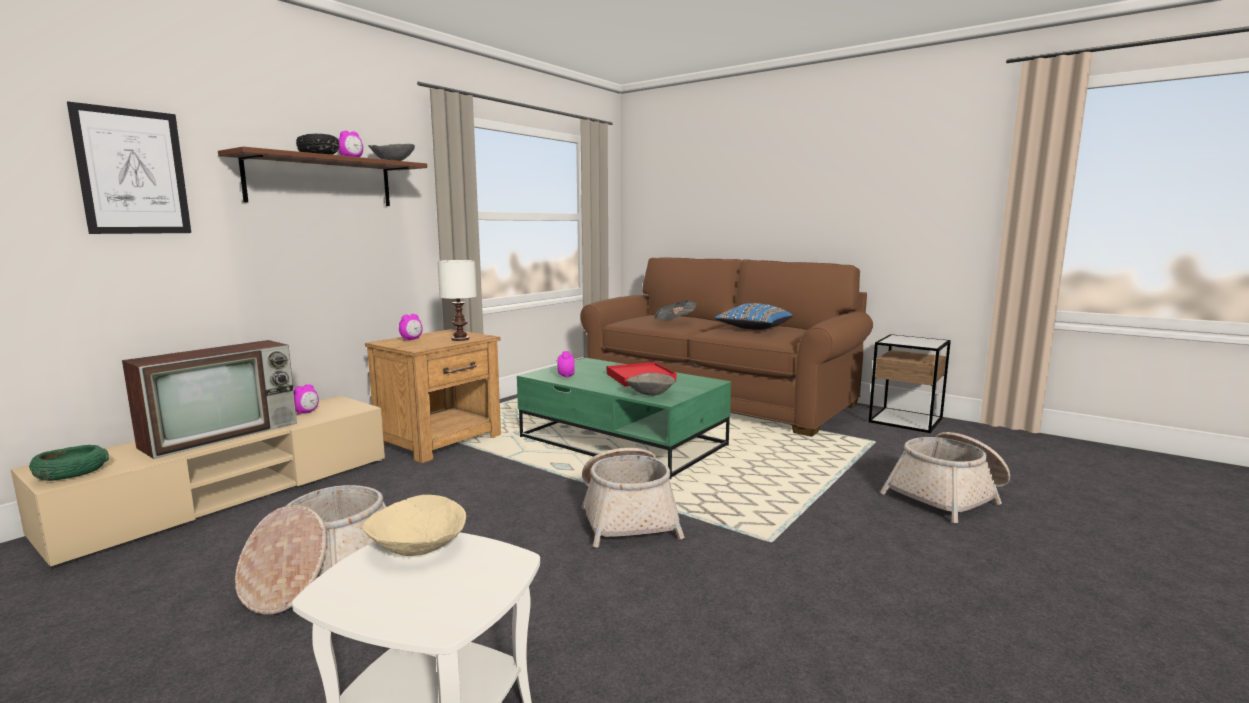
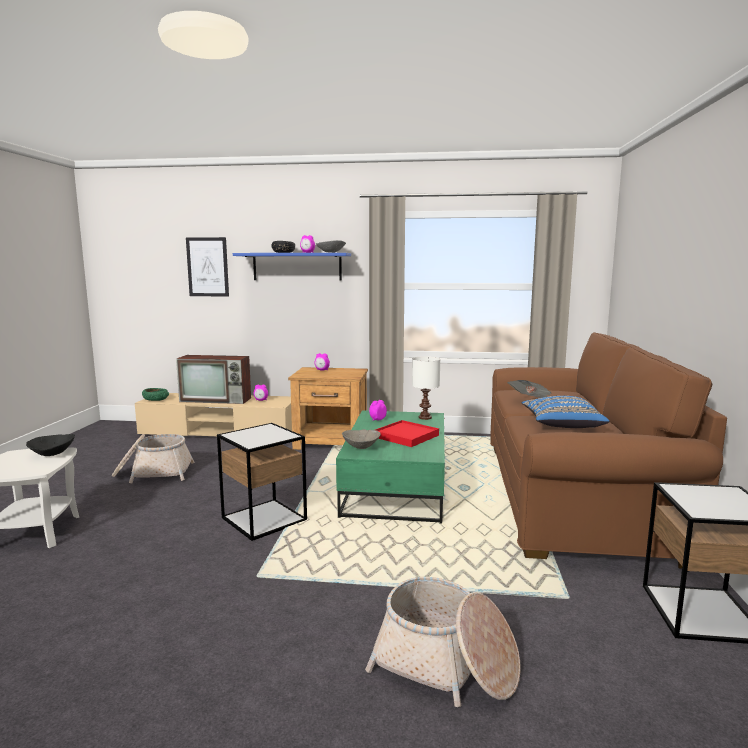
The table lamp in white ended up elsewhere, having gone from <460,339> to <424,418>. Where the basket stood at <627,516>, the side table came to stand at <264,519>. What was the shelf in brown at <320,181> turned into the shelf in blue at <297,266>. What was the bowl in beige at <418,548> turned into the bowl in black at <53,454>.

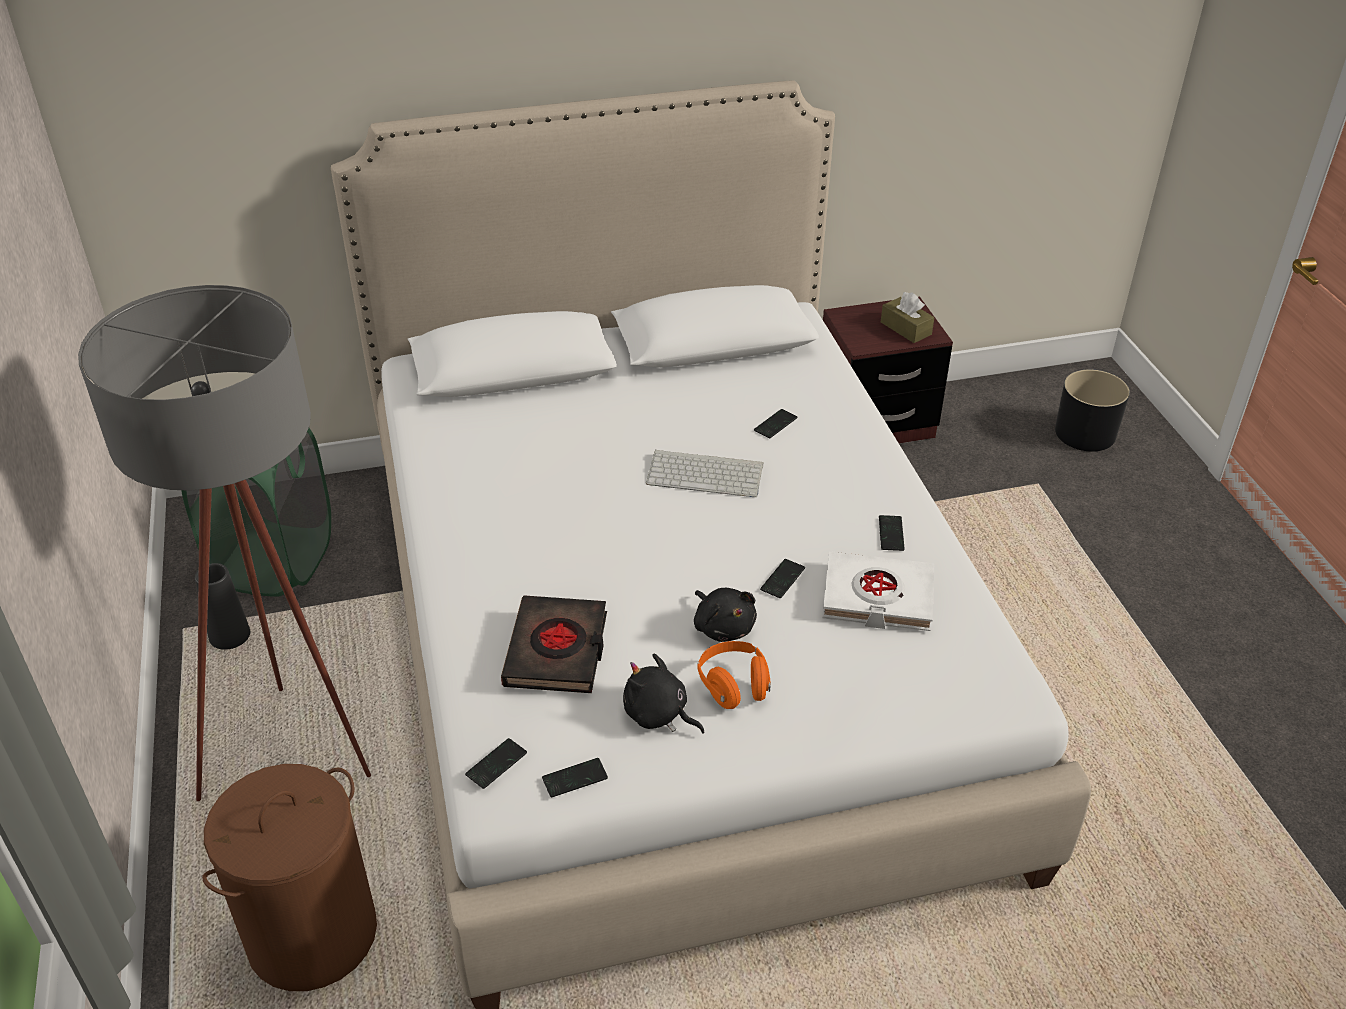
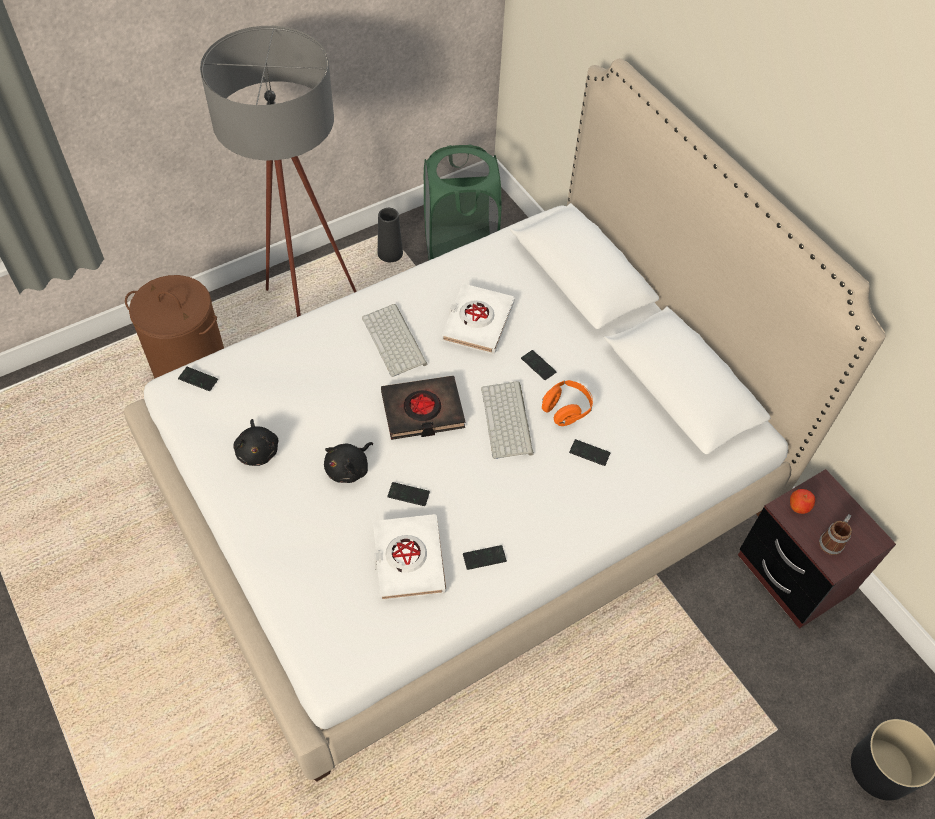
The second view gained the keyboard at <395,341>. The second view gained the book in white at <477,322>. The second view gained the apple at <799,506>. The book in black ended up elsewhere, having gone from <557,650> to <422,411>. The phone ended up elsewhere, having gone from <575,779> to <538,365>. The headphones in orange ended up elsewhere, having gone from <733,686> to <566,410>. Where the tissue box in brown stood at <905,328>, the mug came to stand at <832,540>. The plush toy in black at <658,714> ended up facing another way, 150 degrees clockwise from before.

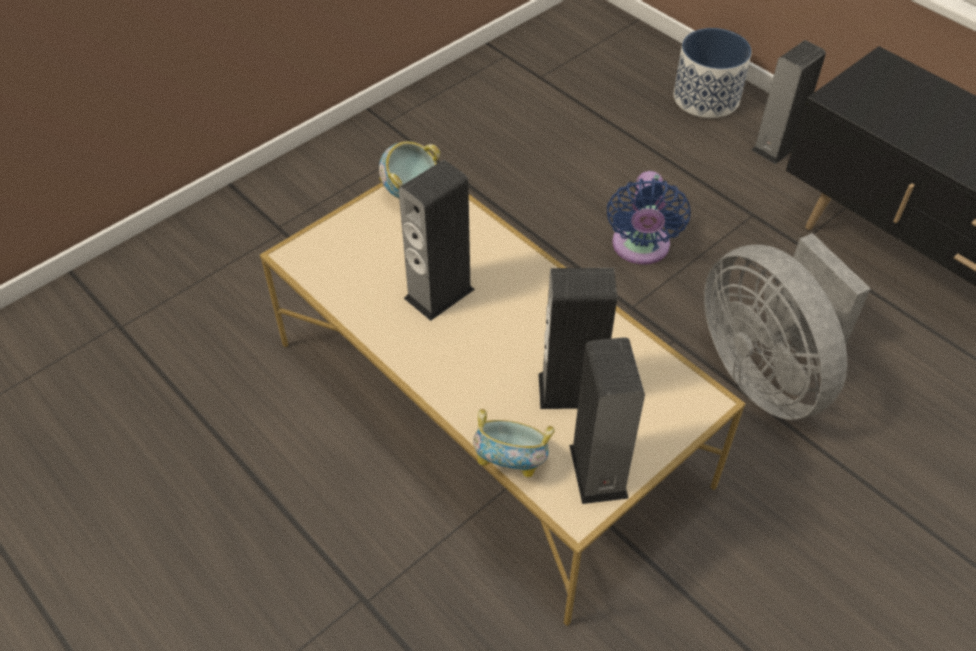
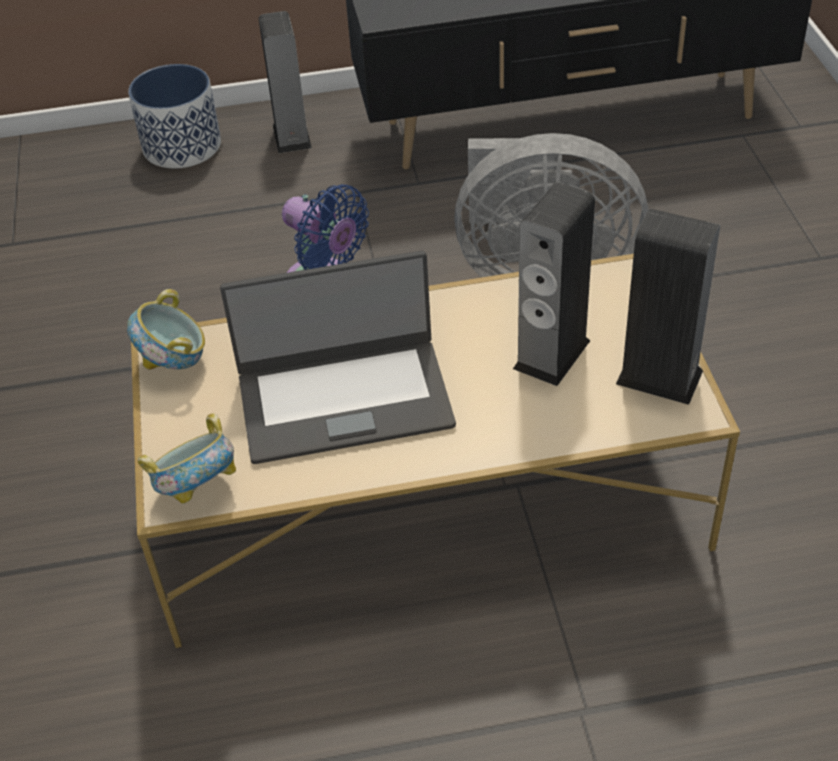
The bowl ended up elsewhere, having gone from <511,462> to <198,489>. Where the speaker stood at <439,293>, the laptop came to stand at <344,399>.

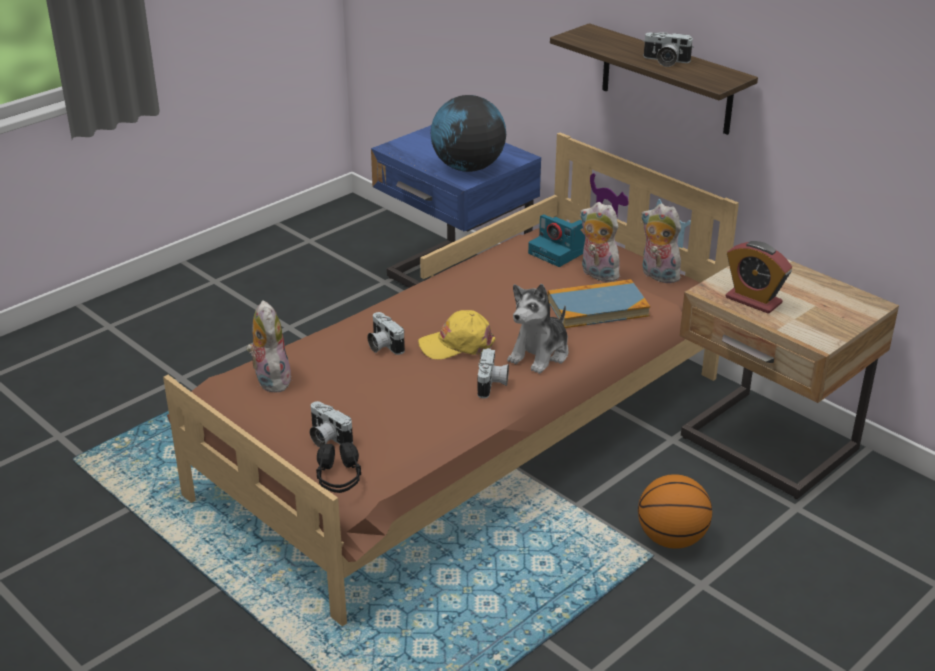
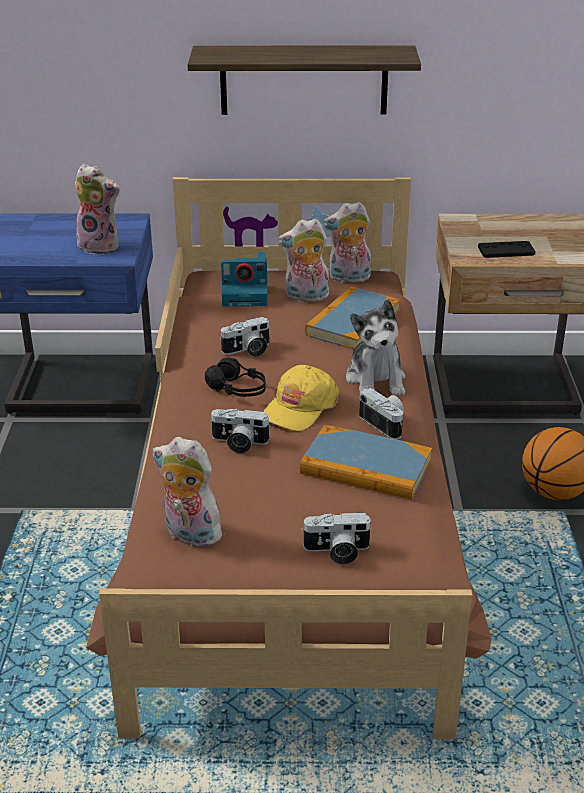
The second view gained the book at <366,467>. The headphones in black ended up elsewhere, having gone from <339,478> to <237,390>. The photo camera ended up elsewhere, having gone from <665,61> to <248,351>. Where the globe stood at <468,168>, the plush toy came to stand at <101,246>. Where the alarm clock stood at <753,300>, the game controller in black came to stand at <506,251>.

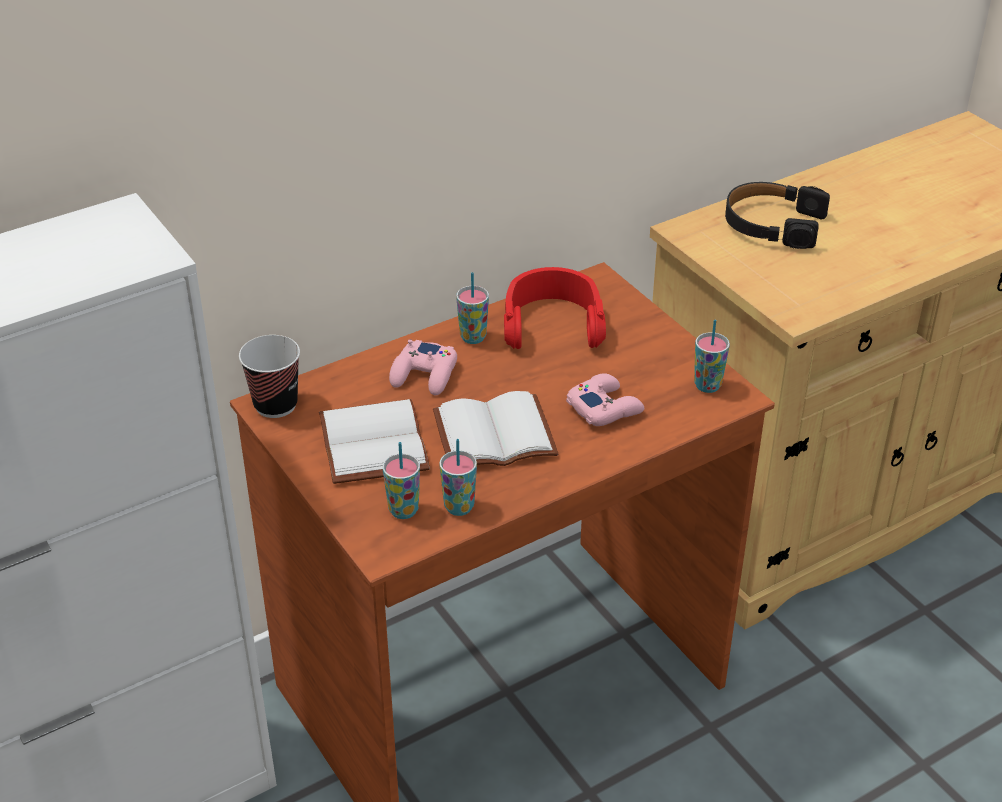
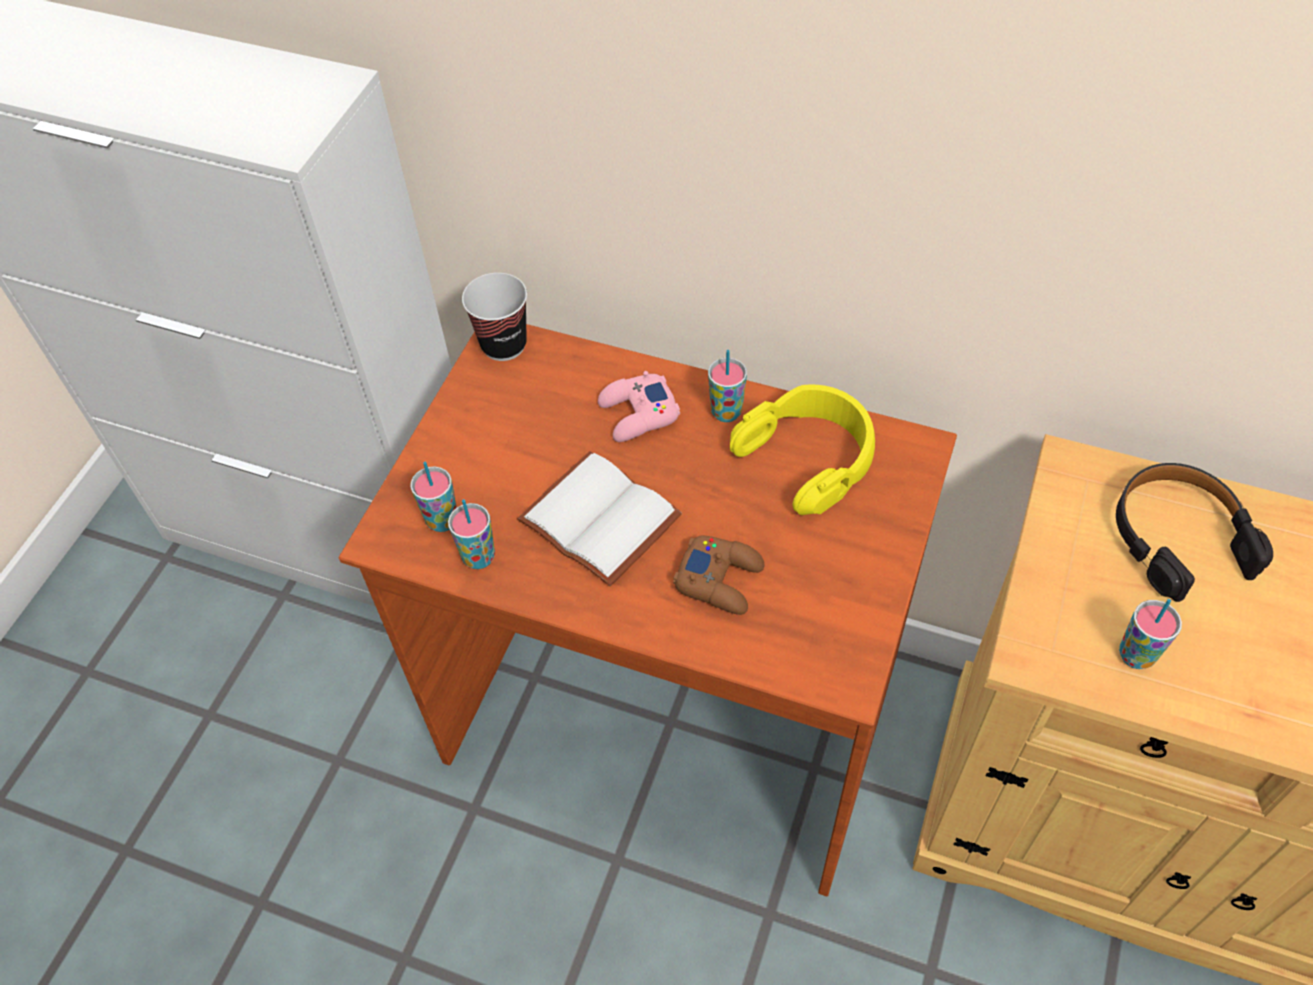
The second view lost the book in white at <369,443>. The cup ended up elsewhere, having gone from <707,386> to <1136,655>. What was the headphones in red at <552,324> turned into the headphones in yellow at <809,457>. What was the game controller in pink at <604,407> turned into the game controller in brown at <720,579>.

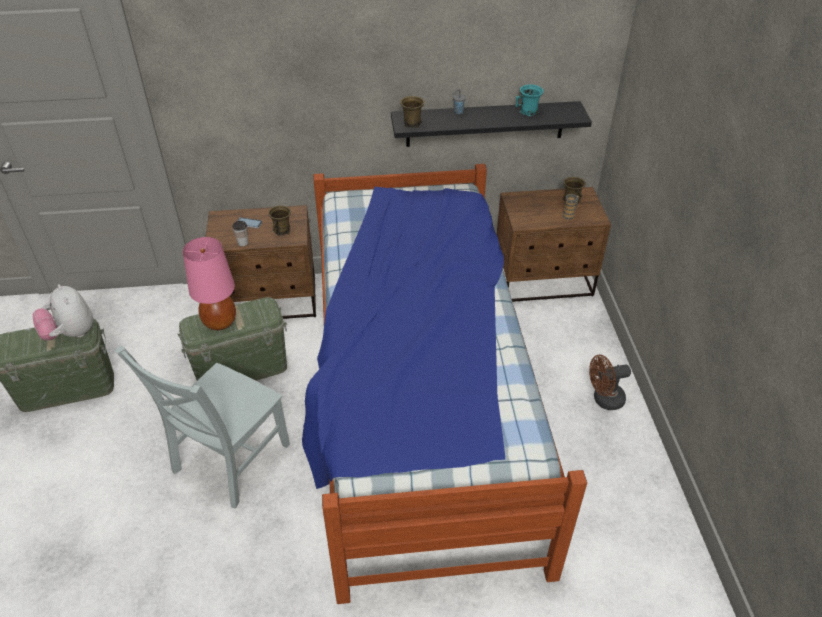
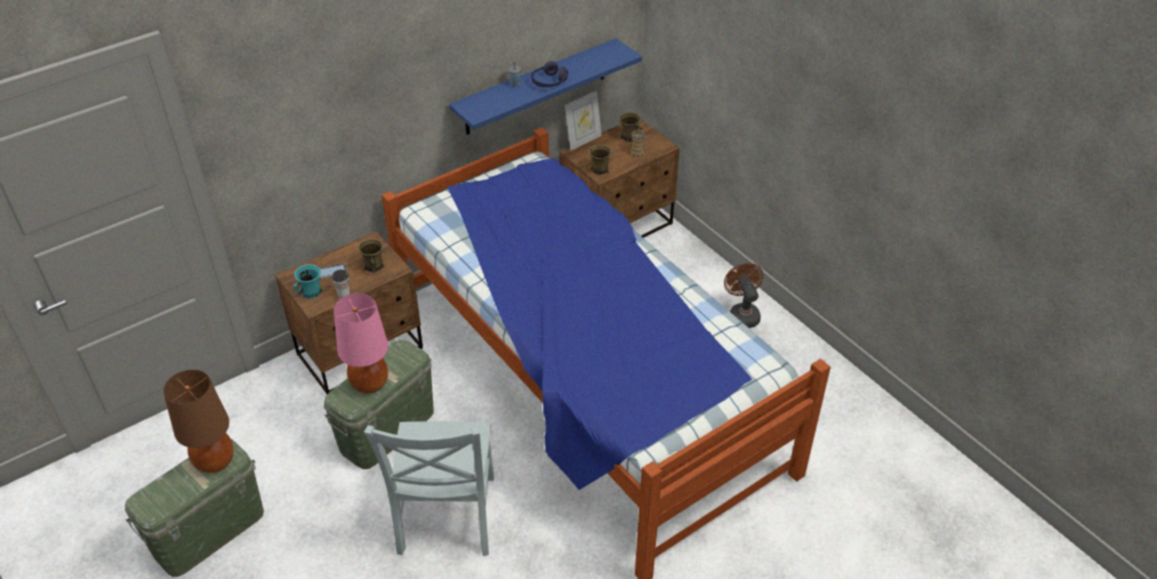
The second view gained the headphones in purple at <549,82>. The second view gained the picture frame at <583,141>. The mug in brown ended up elsewhere, having gone from <412,123> to <599,170>. The mug in turquoise ended up elsewhere, having gone from <529,112> to <311,292>. Where the plush toy stood at <71,333>, the table lamp in brown came to stand at <215,461>. What was the shelf in black at <485,124> turned into the shelf in blue at <536,87>. The fan in brown at <604,400> ended up facing another way, 120 degrees clockwise from before.

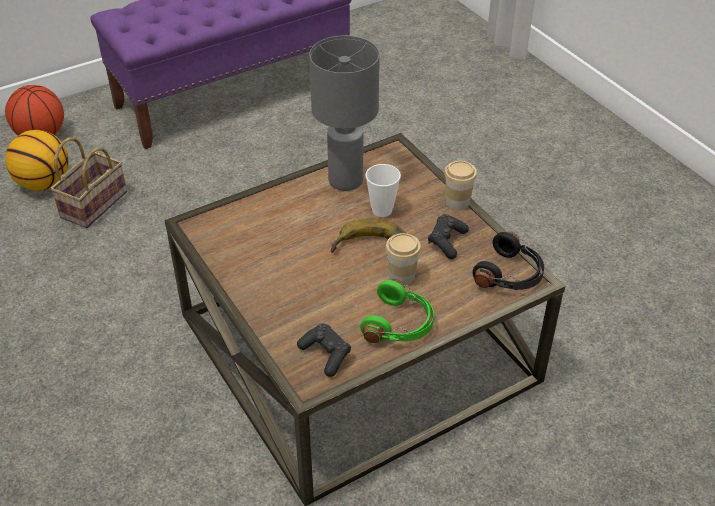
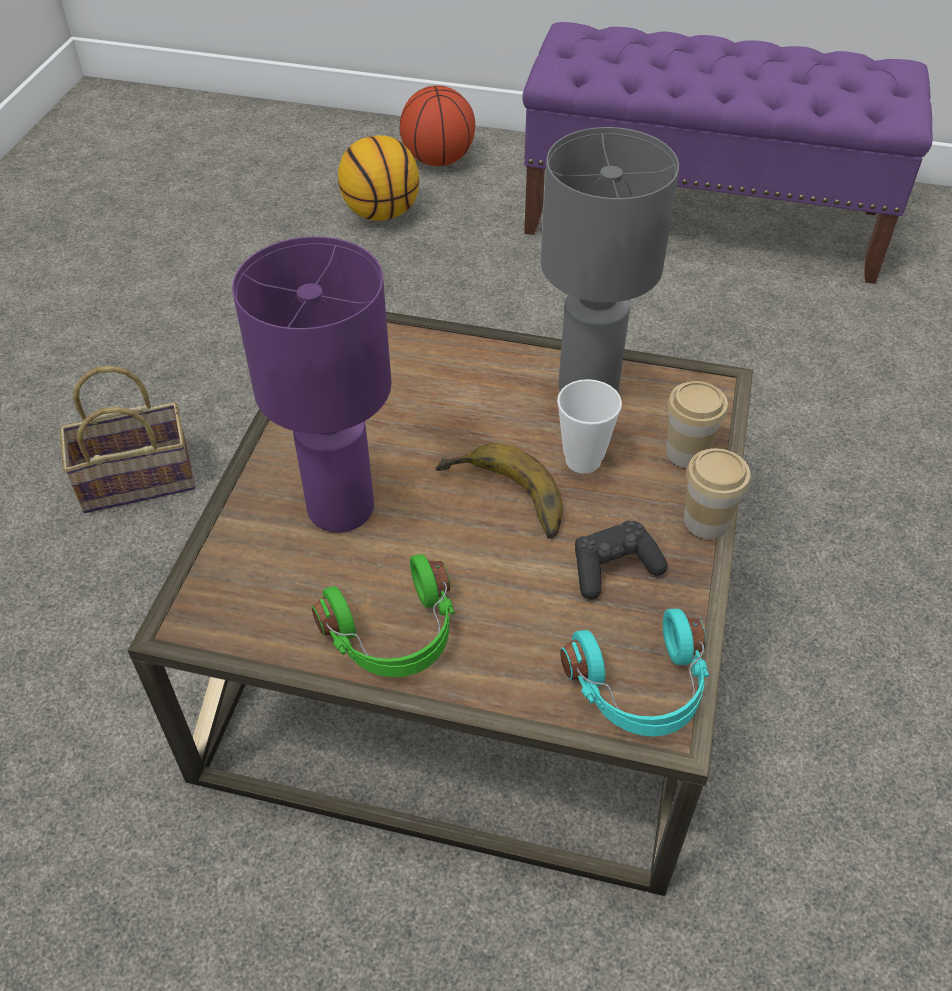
The second view lost the game controller in black at <326,355>. The second view gained the table lamp in purple at <339,509>. The basket ended up elsewhere, having gone from <94,203> to <140,478>. The cup ended up elsewhere, having gone from <401,276> to <687,452>. What was the headphones in black at <510,275> turned into the headphones in turquoise at <641,689>.

